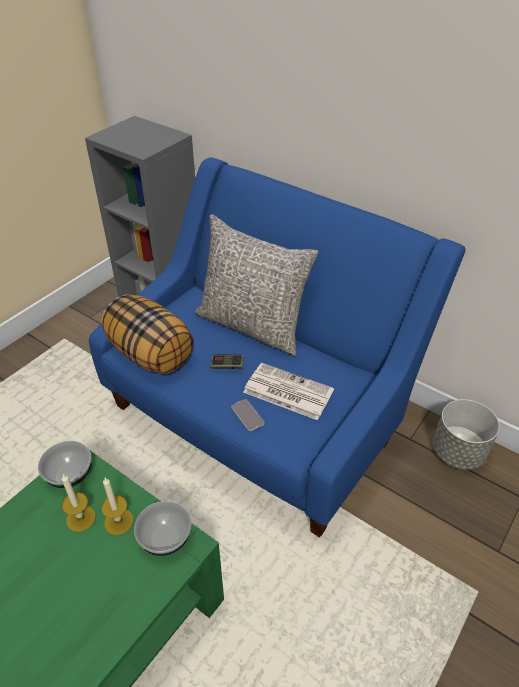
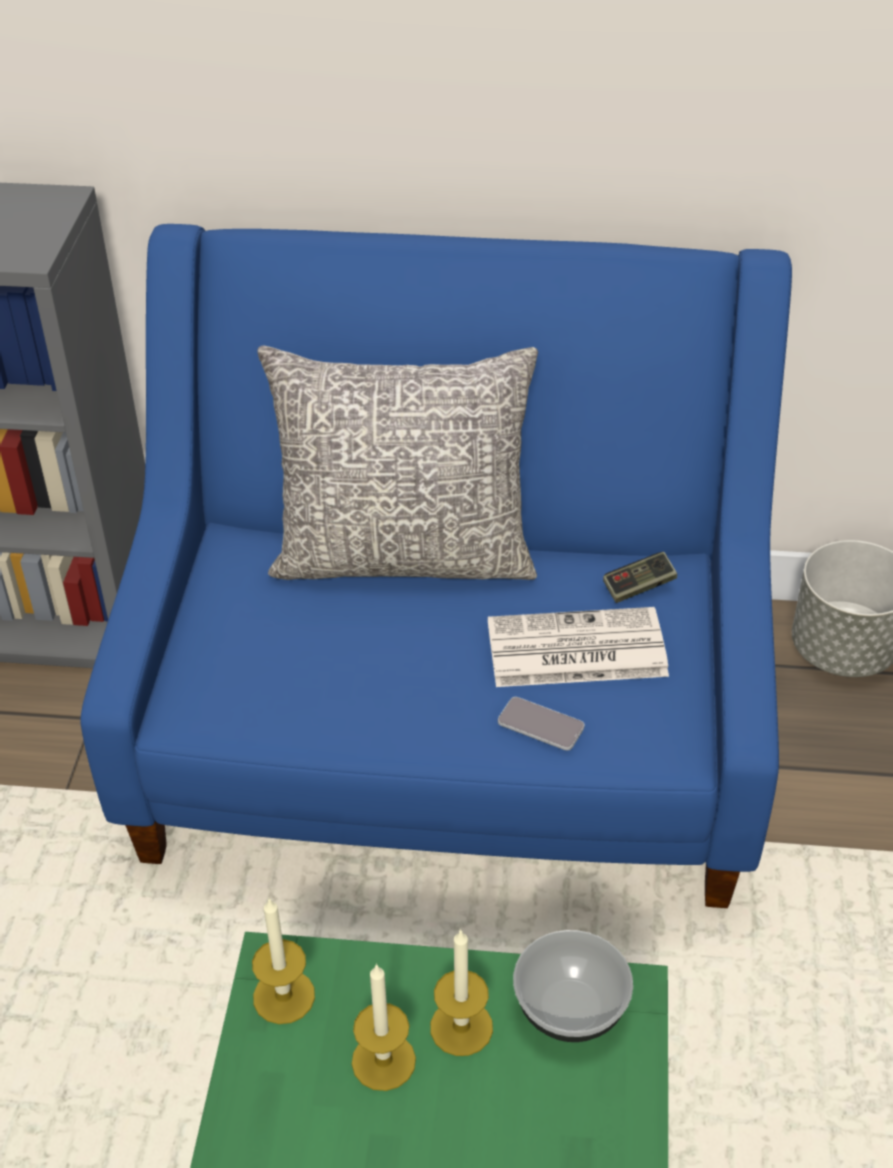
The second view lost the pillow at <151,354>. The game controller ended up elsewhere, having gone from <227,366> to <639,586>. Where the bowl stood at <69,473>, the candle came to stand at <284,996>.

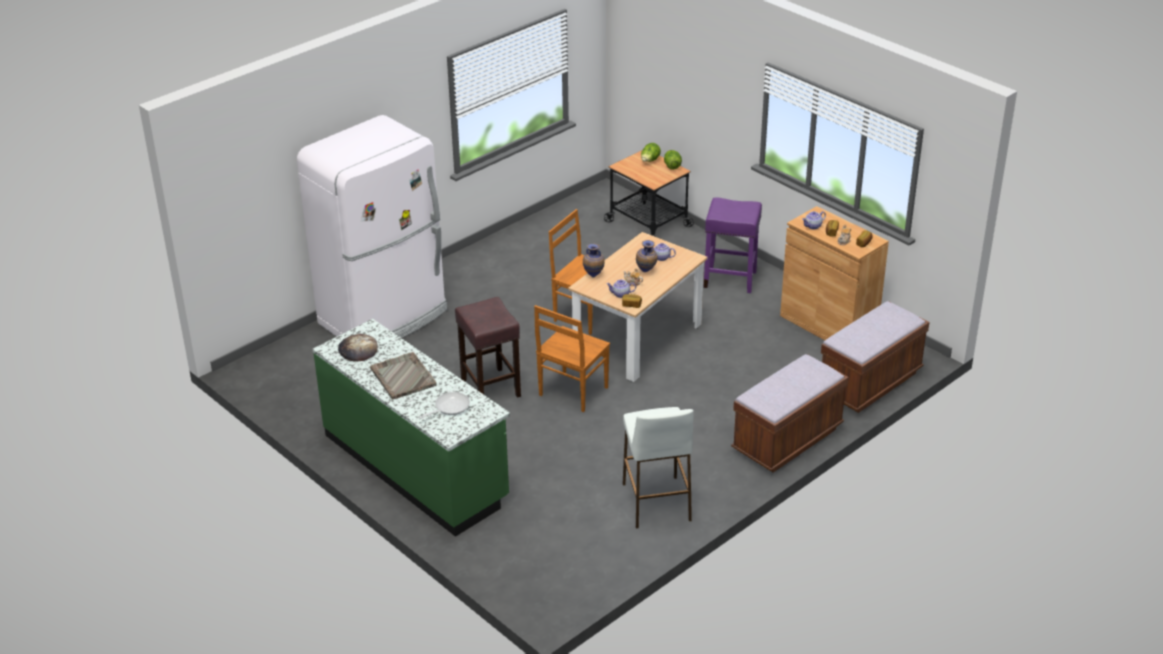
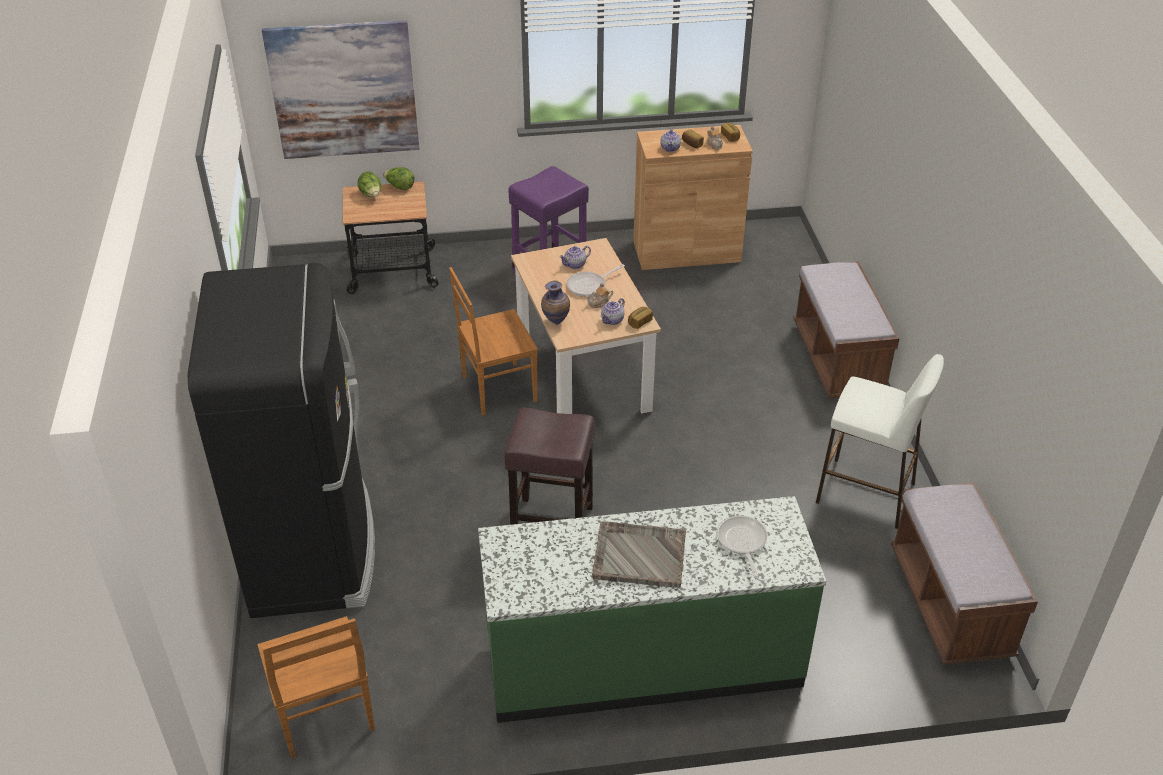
The second view lost the bread at <358,350>. The second view gained the picture at <343,90>. The chair in brown ended up elsewhere, having gone from <572,392> to <325,717>. The bench in brown ended up elsewhere, having gone from <870,383> to <949,604>. Where the vase stood at <646,272>, the frying pan came to stand at <590,286>. What was the fridge in white at <385,317> turned into the fridge in black at <313,549>.

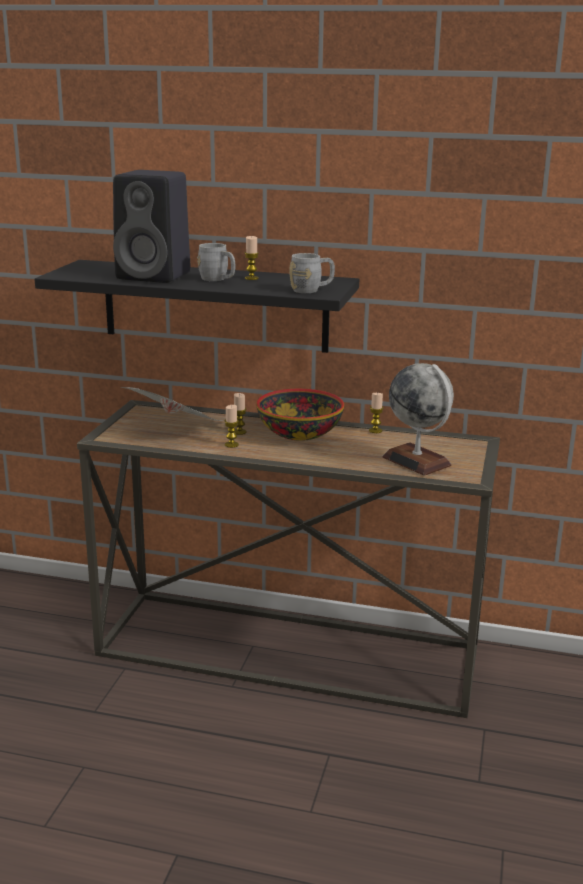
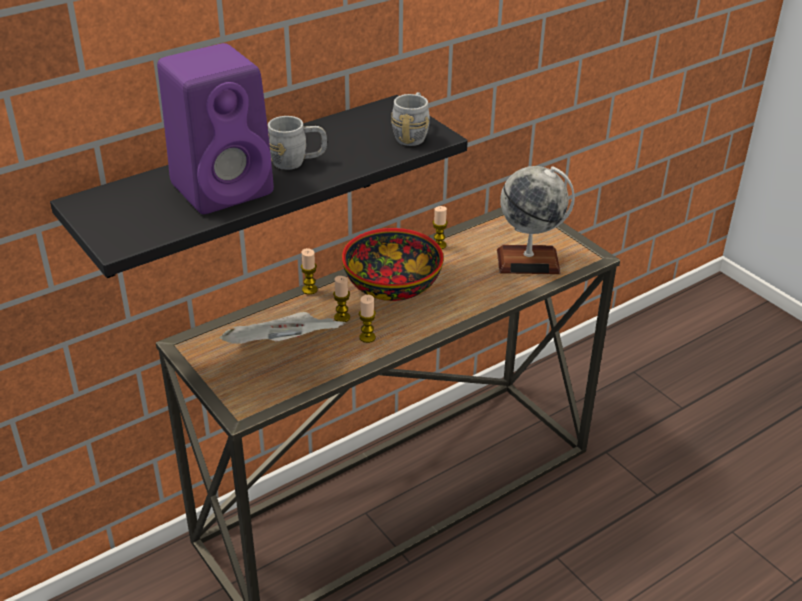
The candle ended up elsewhere, having gone from <251,278> to <309,290>. What was the speaker in black at <156,276> turned into the speaker in purple at <224,188>.

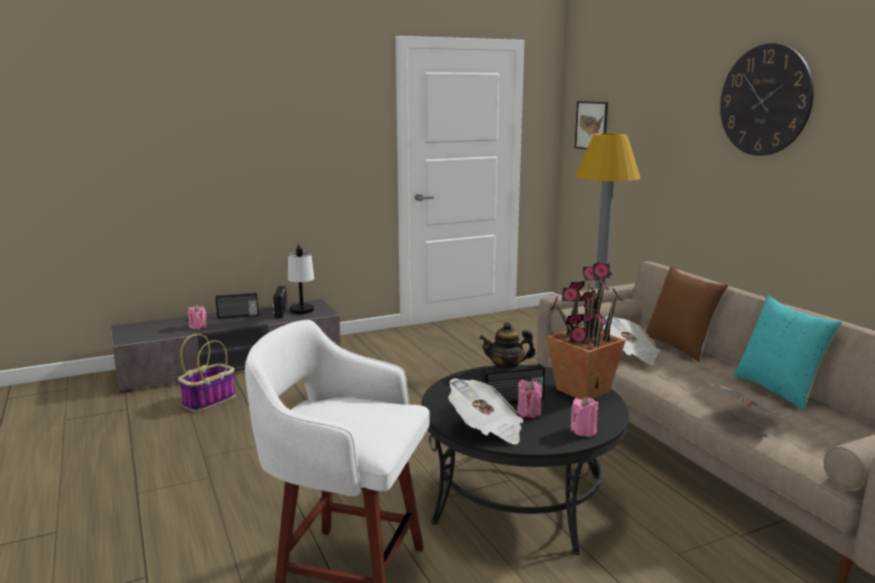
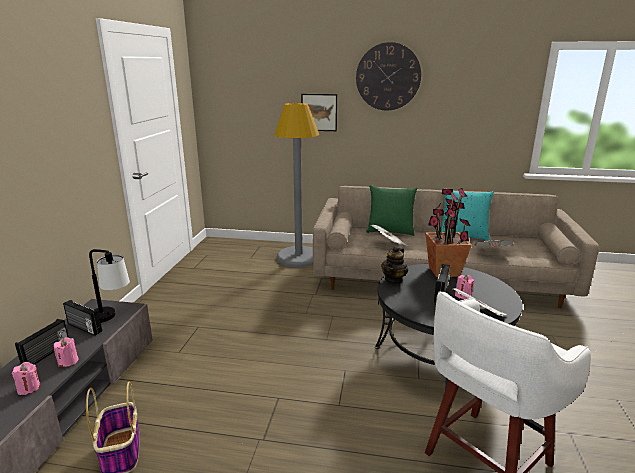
The candle in pink ended up elsewhere, having gone from <583,431> to <68,361>. The picture ended up elsewhere, having gone from <591,125> to <319,112>. What was the pillow in brown at <680,347> turned into the pillow in green at <390,231>.

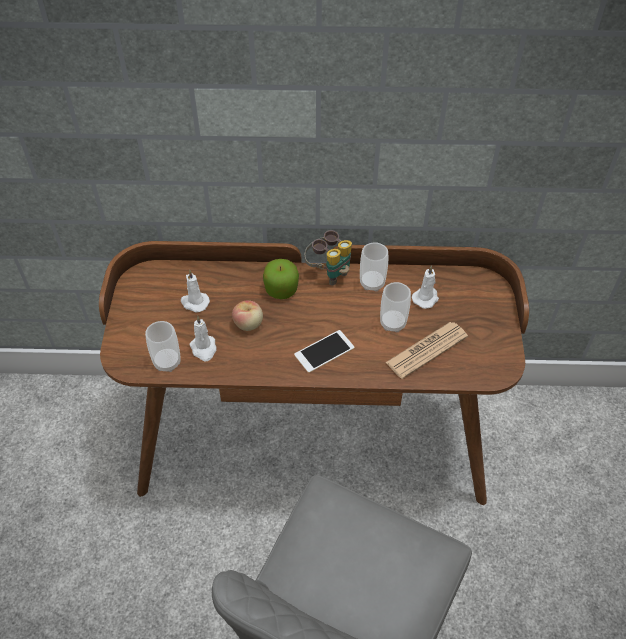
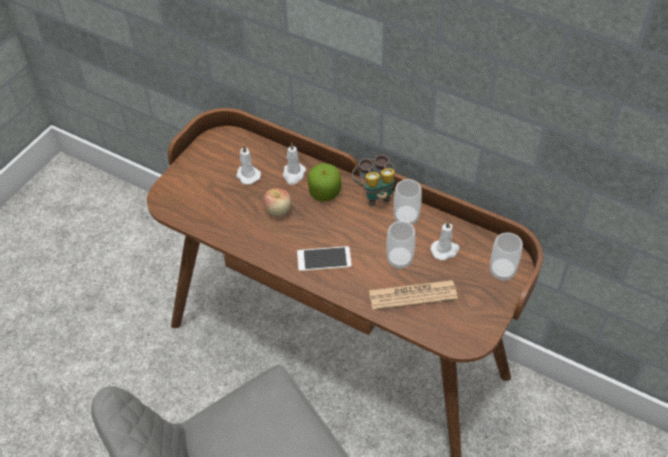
The cup ended up elsewhere, having gone from <167,362> to <502,271>. The candle in white ended up elsewhere, having gone from <204,349> to <293,174>.

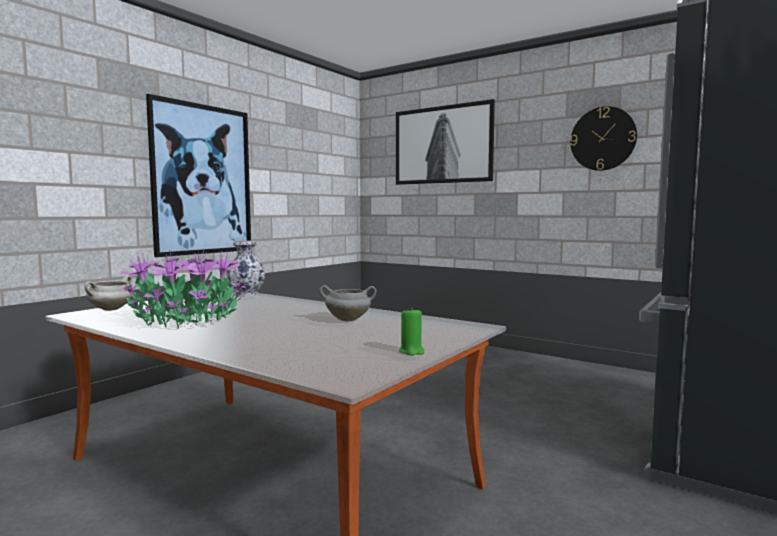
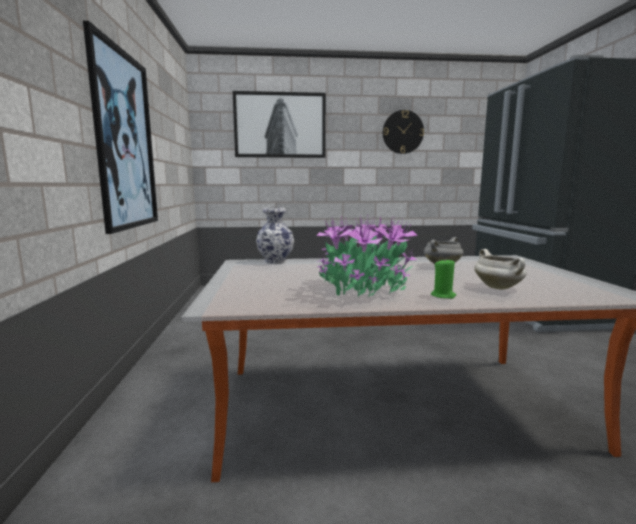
The cooking pot in white ended up elsewhere, having gone from <111,309> to <499,288>. The candle in green ended up elsewhere, having gone from <411,351> to <443,295>.

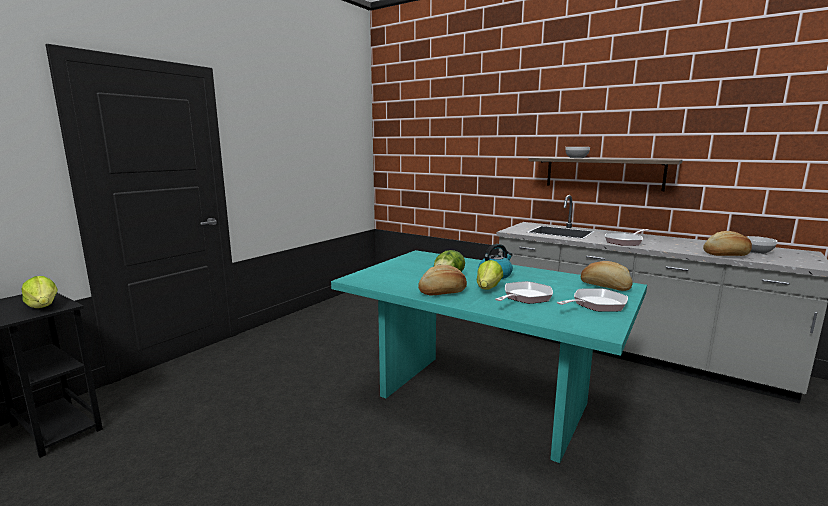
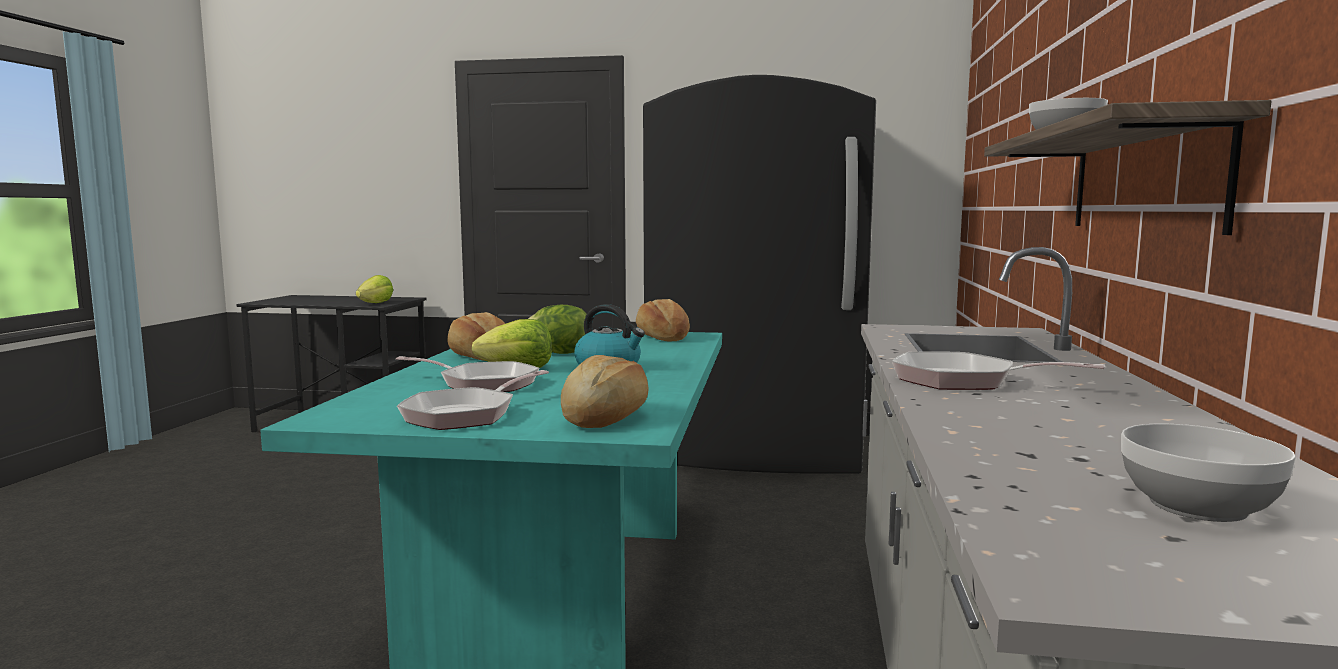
The second view gained the fridge in black at <756,452>. The bread ended up elsewhere, having gone from <726,254> to <662,337>. The frying pan at <596,305> ended up facing another way, 90 degrees clockwise from before.

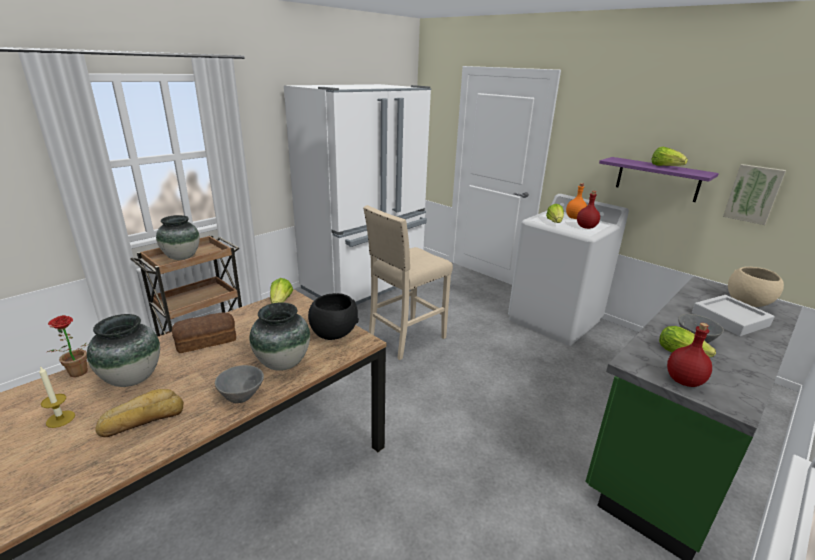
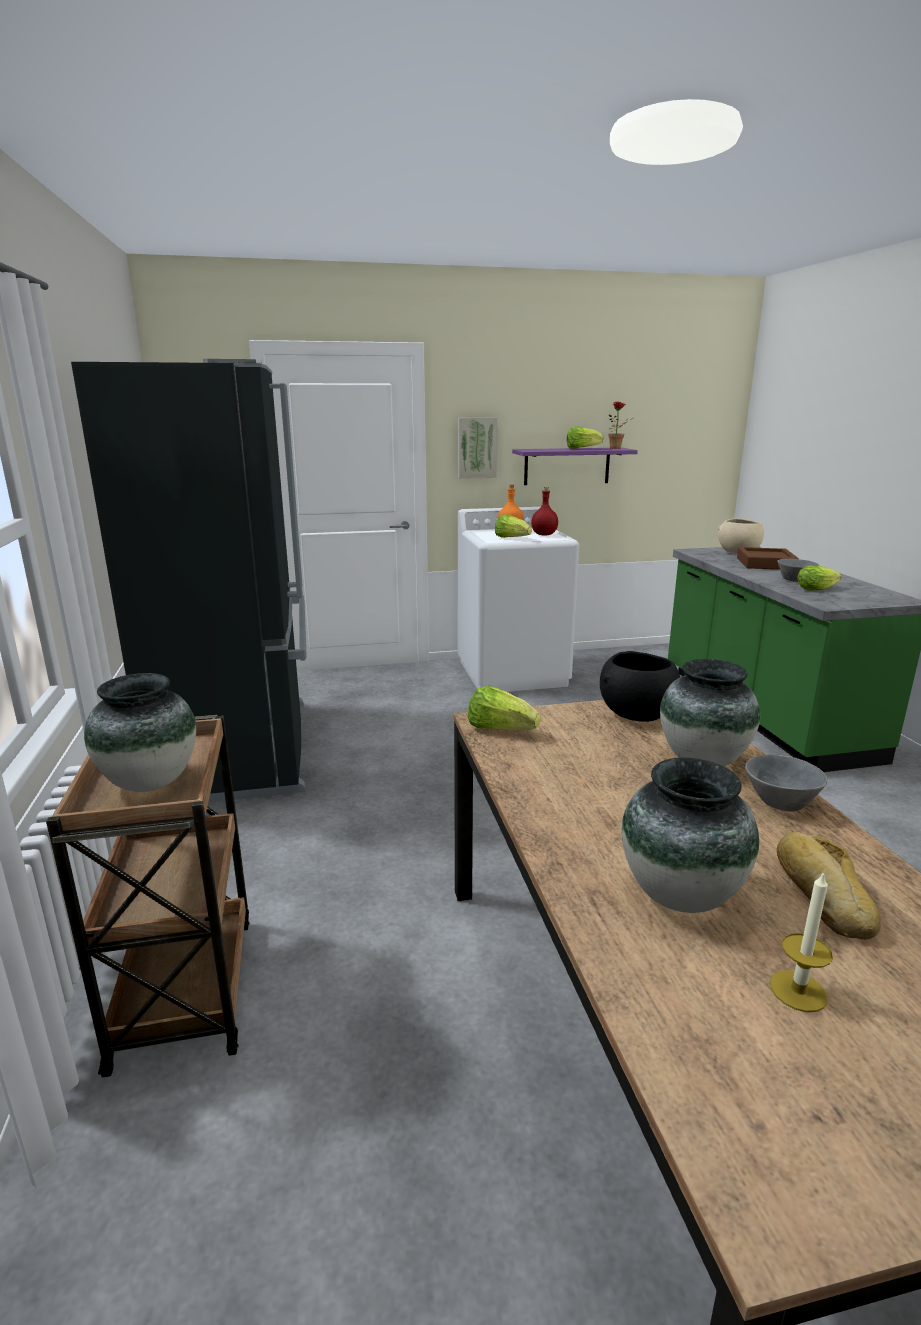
The second view lost the bread at <207,340>. The second view lost the stool in beige at <405,338>. The second view lost the bottle in red at <683,381>. The potted plant ended up elsewhere, having gone from <77,374> to <617,448>. The picture ended up elsewhere, having gone from <753,194> to <476,448>. What was the fridge in white at <365,284> turned into the fridge in black at <241,749>. What was the tray in grey at <729,319> turned into the tray in brown at <765,564>.

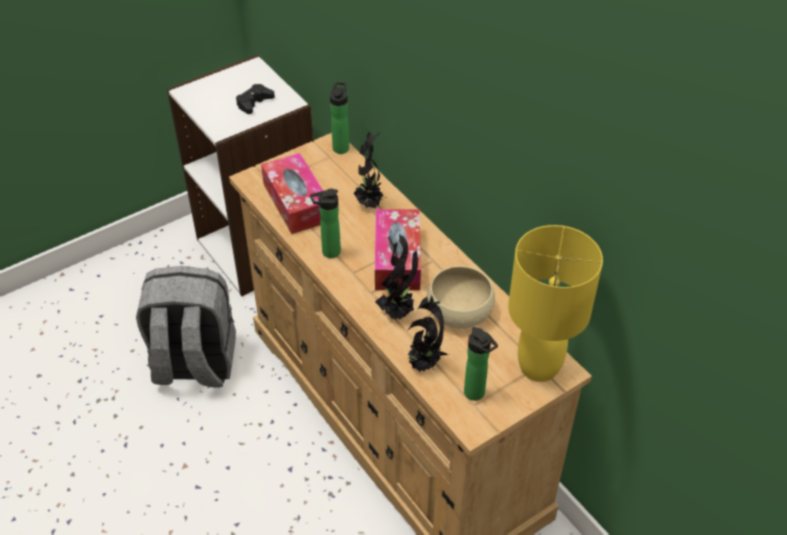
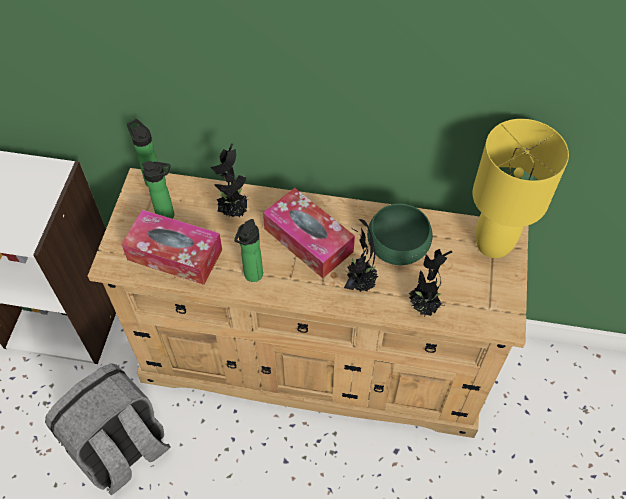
The second view lost the game controller in black at <254,103>. The bottle ended up elsewhere, having gone from <476,394> to <168,215>. What was the bowl in beige at <459,310> turned into the bowl in green at <397,245>.

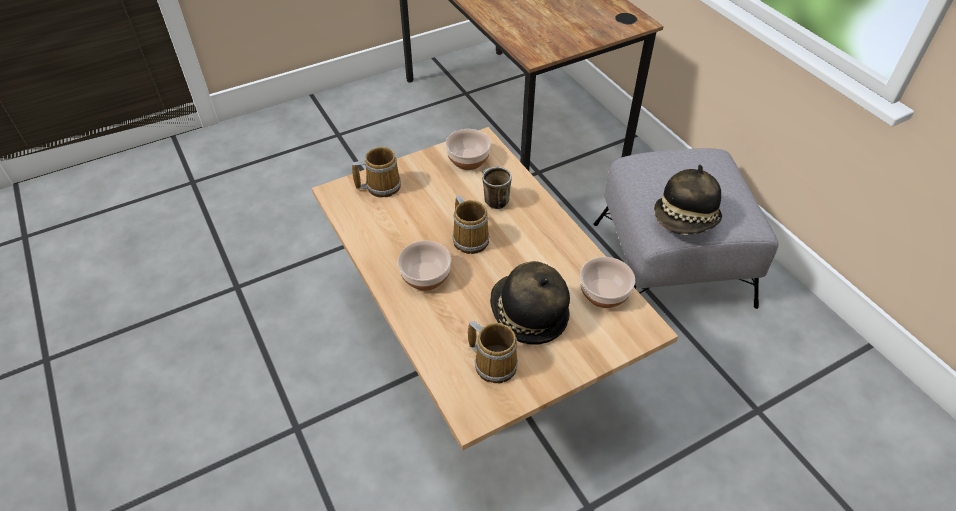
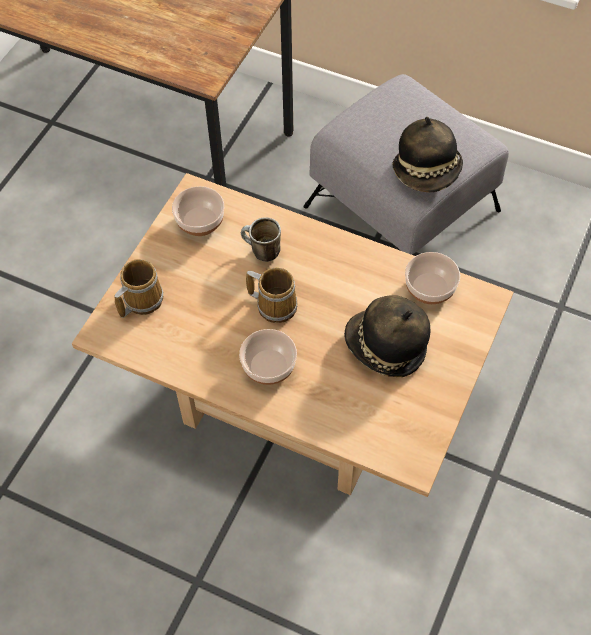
The second view lost the mug at <494,363>.

